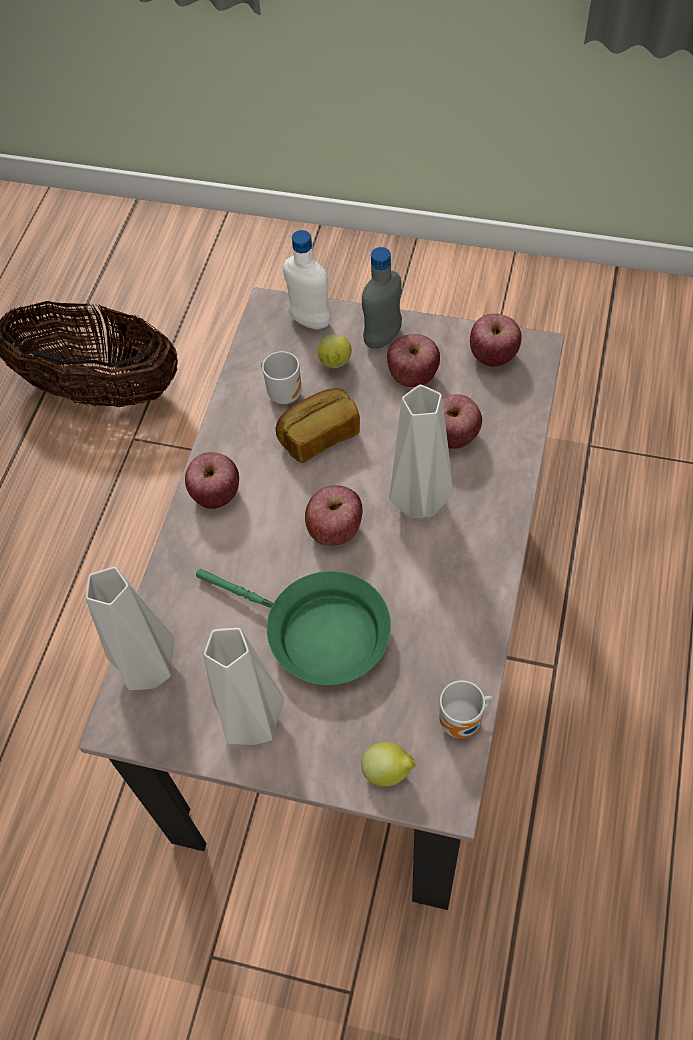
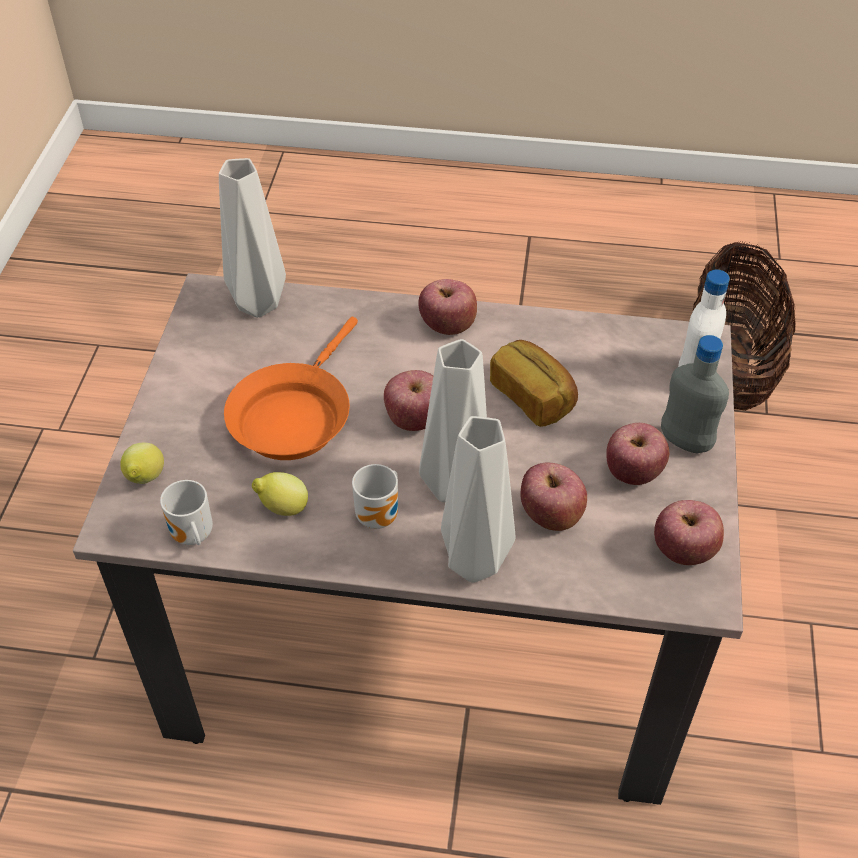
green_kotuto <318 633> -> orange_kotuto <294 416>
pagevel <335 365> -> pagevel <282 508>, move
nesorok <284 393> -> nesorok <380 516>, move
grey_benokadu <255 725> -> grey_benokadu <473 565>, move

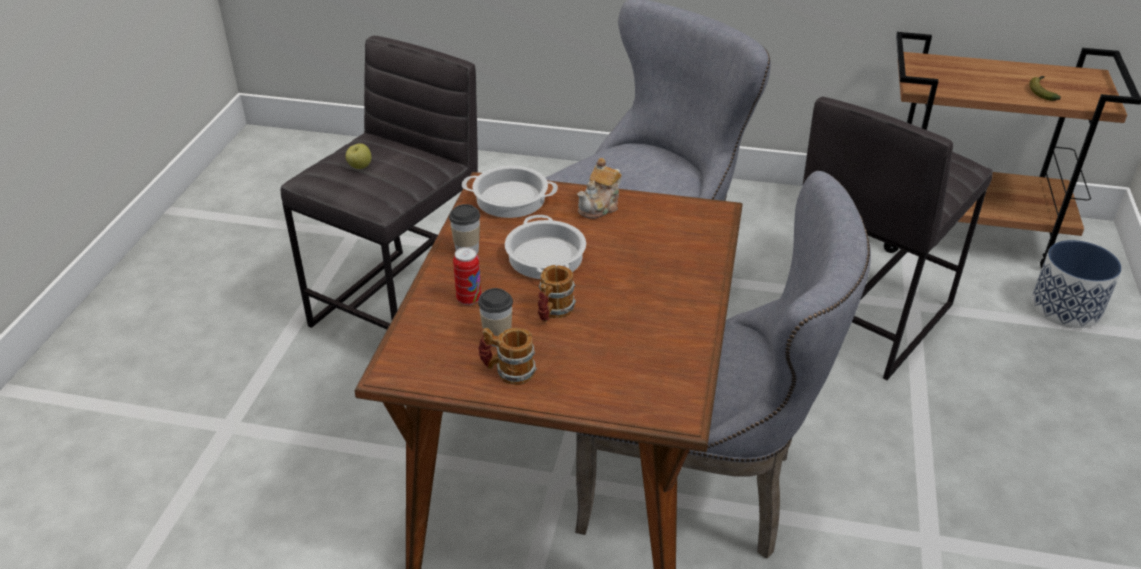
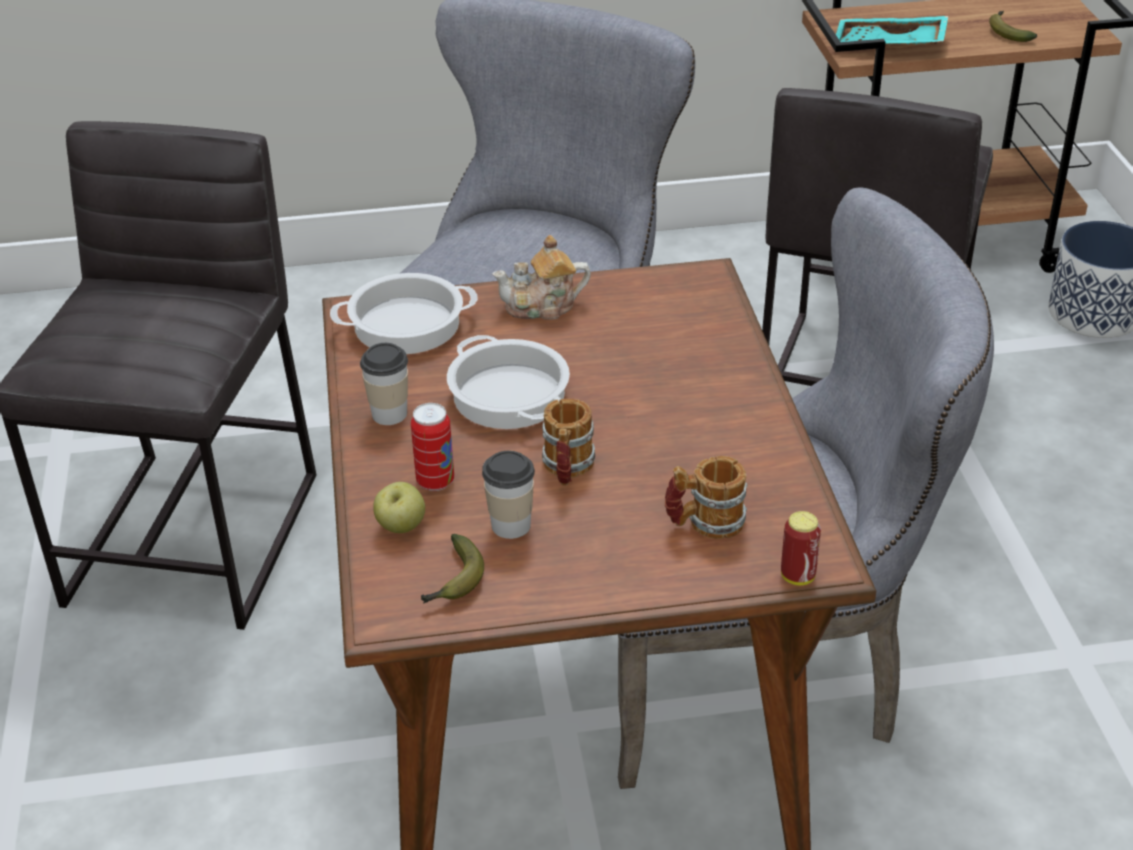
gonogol <360 167> -> gonogol <401 527>, move
none -> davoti <453 581>
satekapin <600 206> -> satekapin <542 306>, 60 degrees clockwise
nesorok <508 371> -> nesorok <705 523>, move
none -> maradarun <797 576>
none -> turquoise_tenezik <888 46>

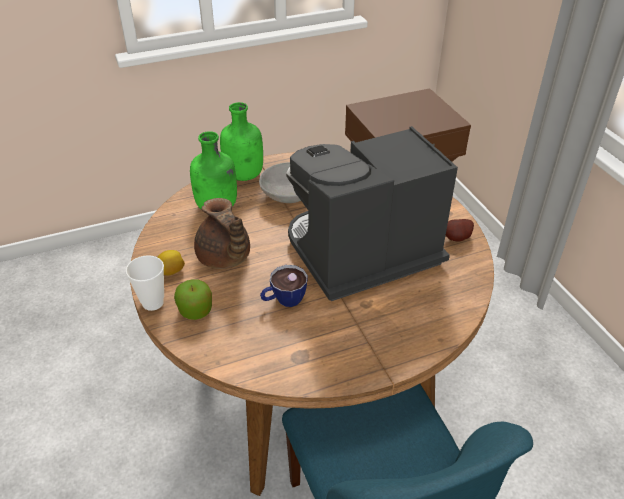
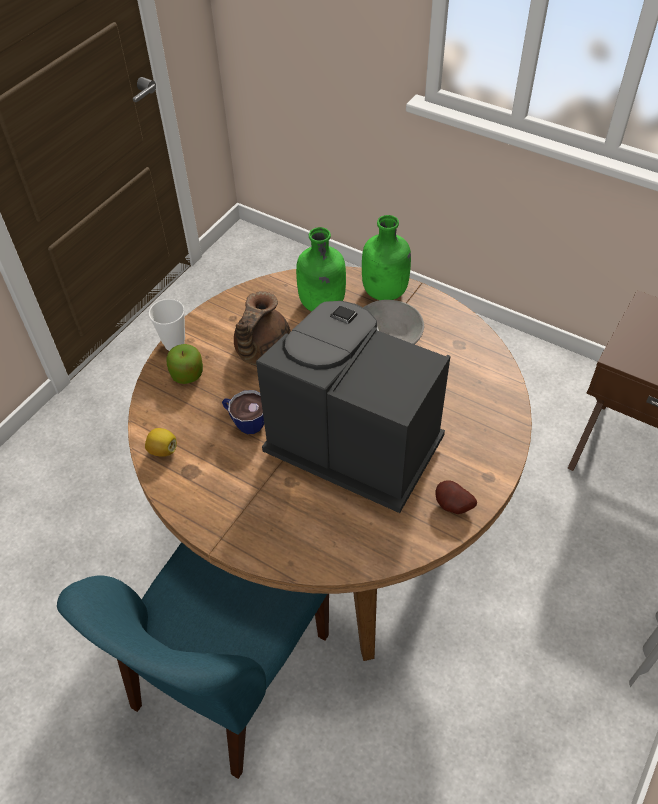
pagevel <171 271> -> pagevel <163 450>, move

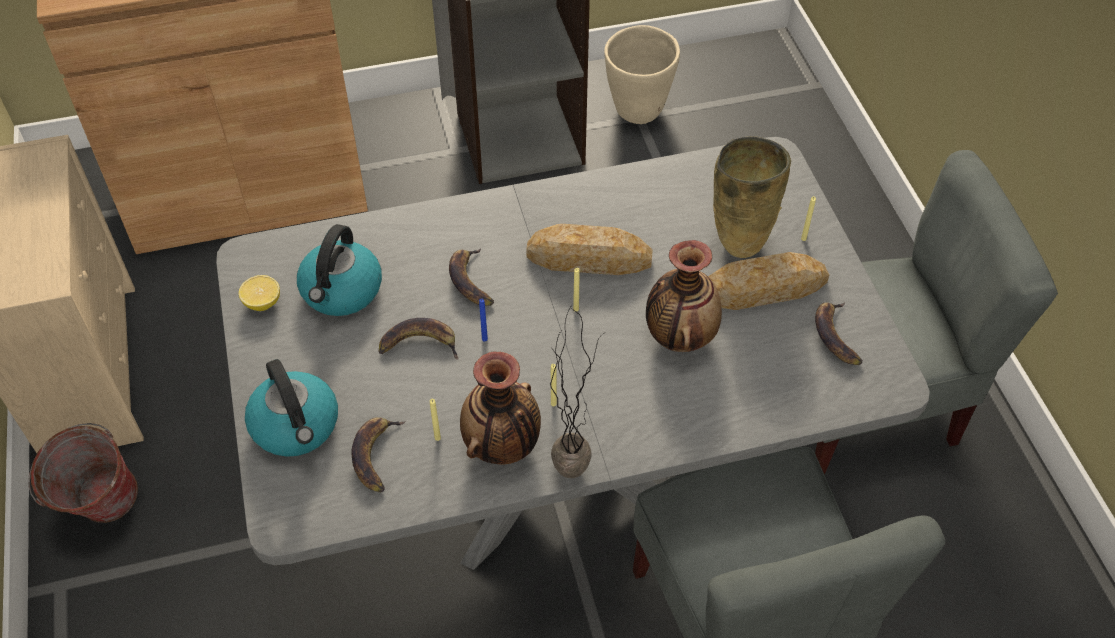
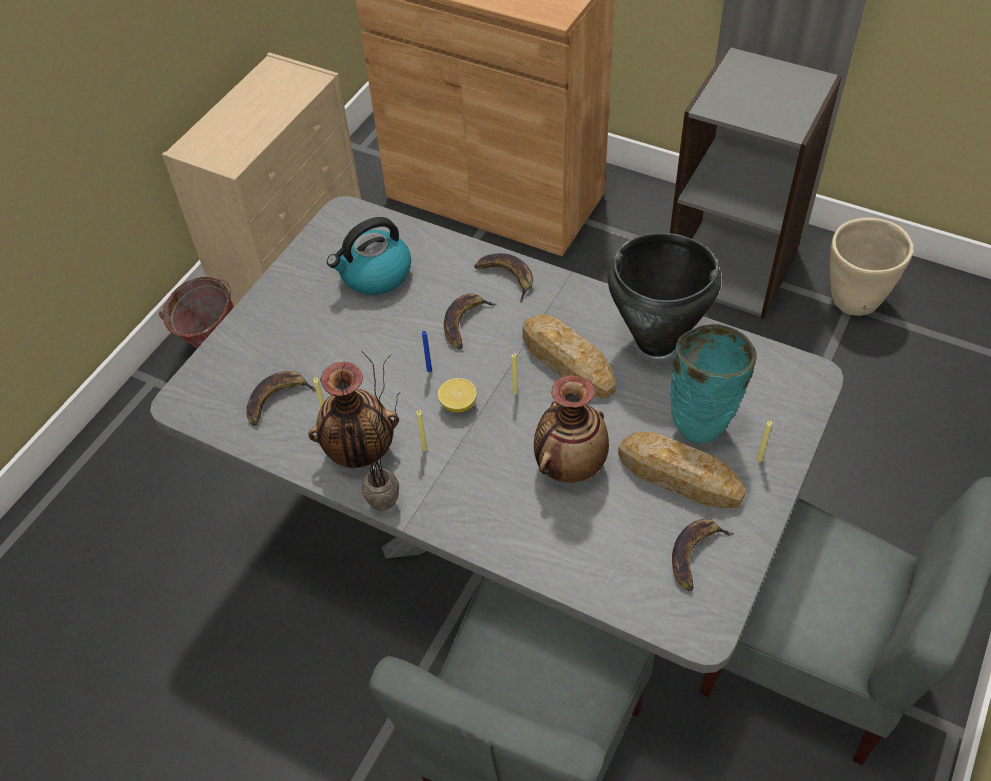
pagevel <262 302> -> pagevel <458 404>, move
davoti <420 343> -> davoti <507 277>, move
none -> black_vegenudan <657 342>
beige_benokadu <740 241> -> turquoise_benokadu <702 426>
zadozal <296 426> -> none

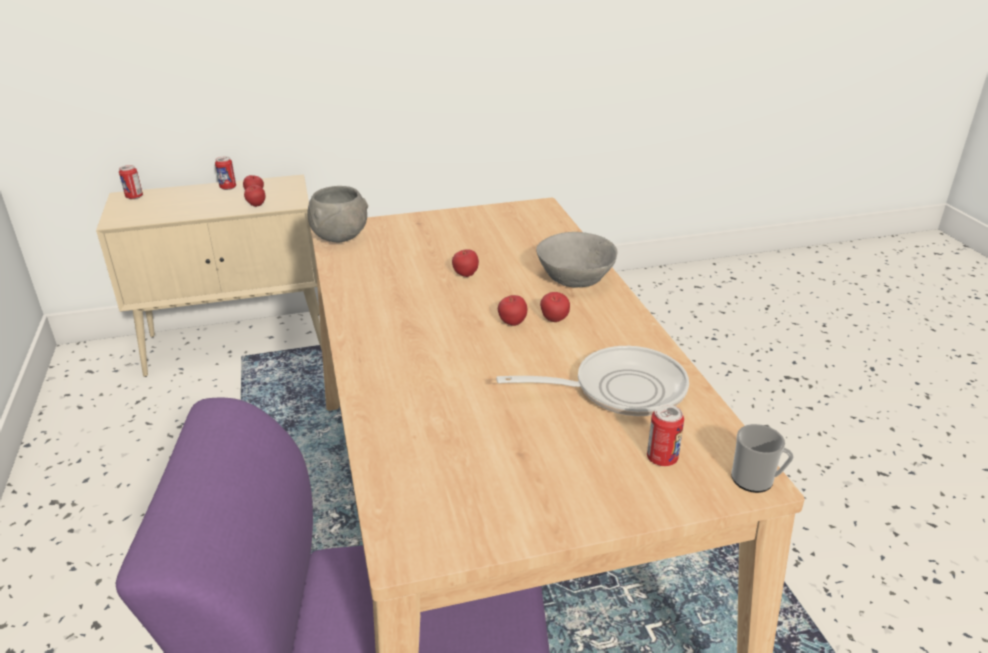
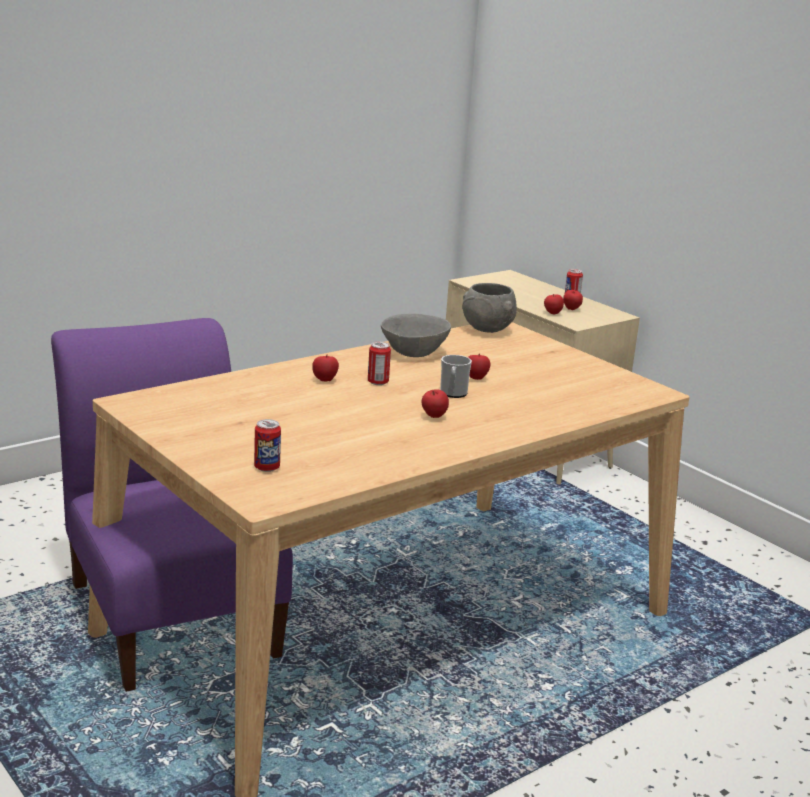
gonogol <512 324> -> gonogol <324 380>, move
maradarun <134 197> -> maradarun <378 382>, move
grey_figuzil <574 280> -> grey_figuzil <413 352>, move
nesorok <757 480> -> nesorok <453 394>, move
kotuto <619 389> -> none

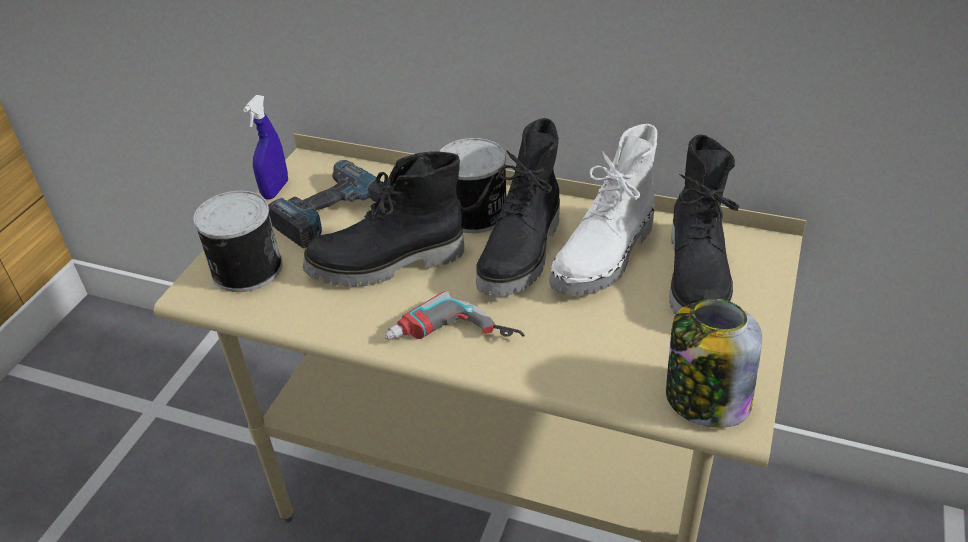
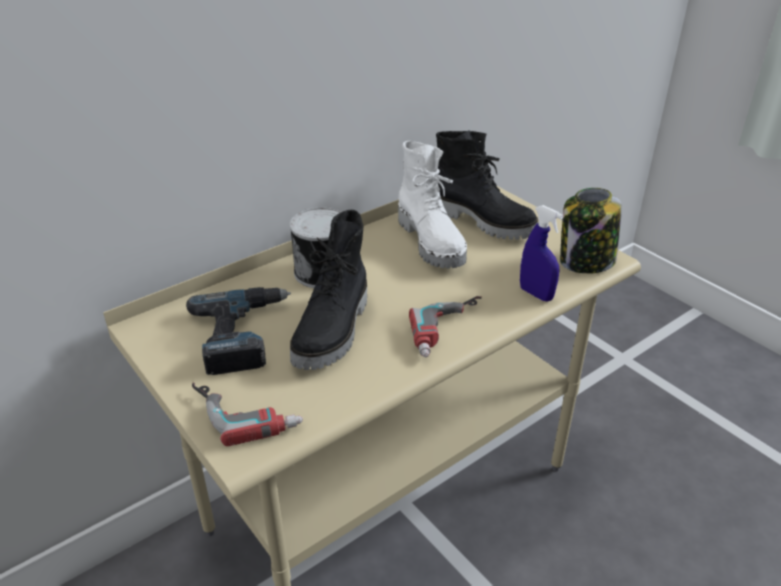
maradarun <245 268> -> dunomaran <247 410>
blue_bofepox <275 190> -> blue_bofepox <536 294>, move
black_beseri <523 254> -> none

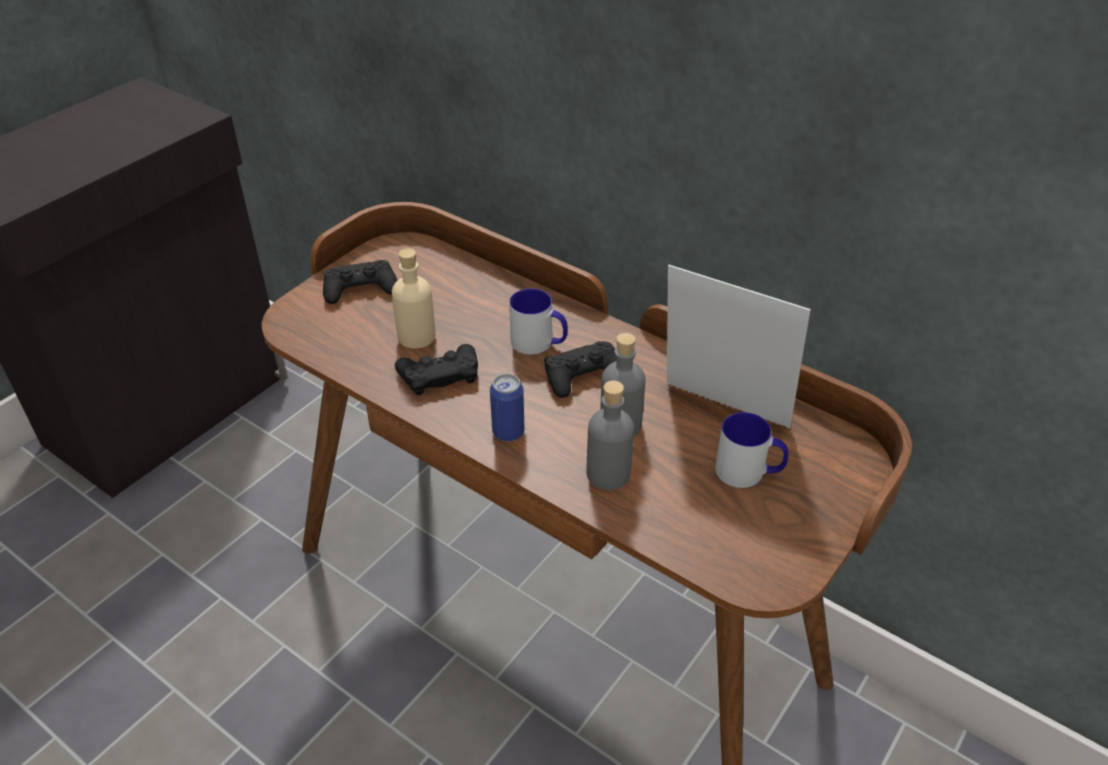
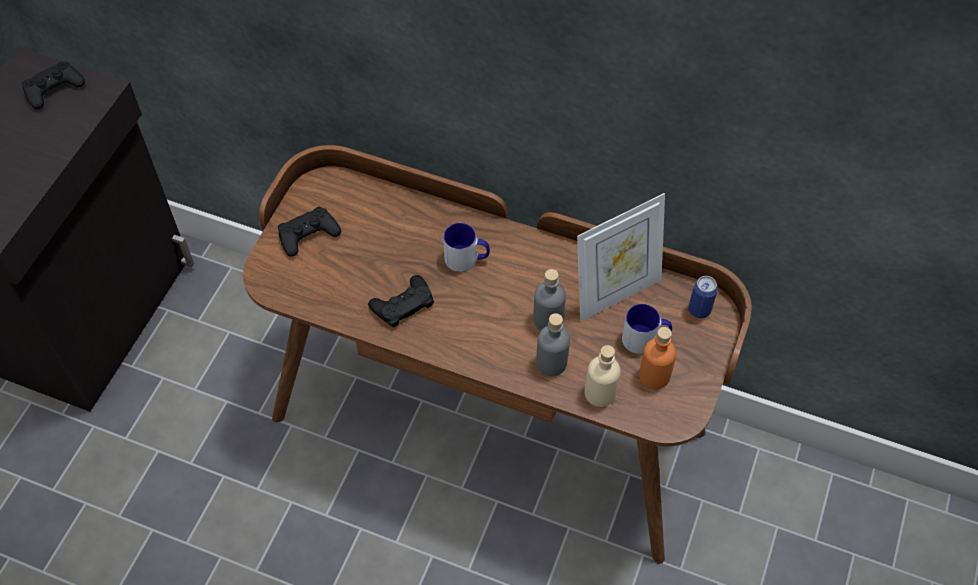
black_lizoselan <584 375> -> black_lizoselan <54 89>, move
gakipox <721 412> -> gakipox <615 293>, 135 degrees clockwise
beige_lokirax <416 336> -> beige_lokirax <600 393>, move
none -> orange_lokirax <654 375>
maradarun <508 432> -> maradarun <699 310>, move

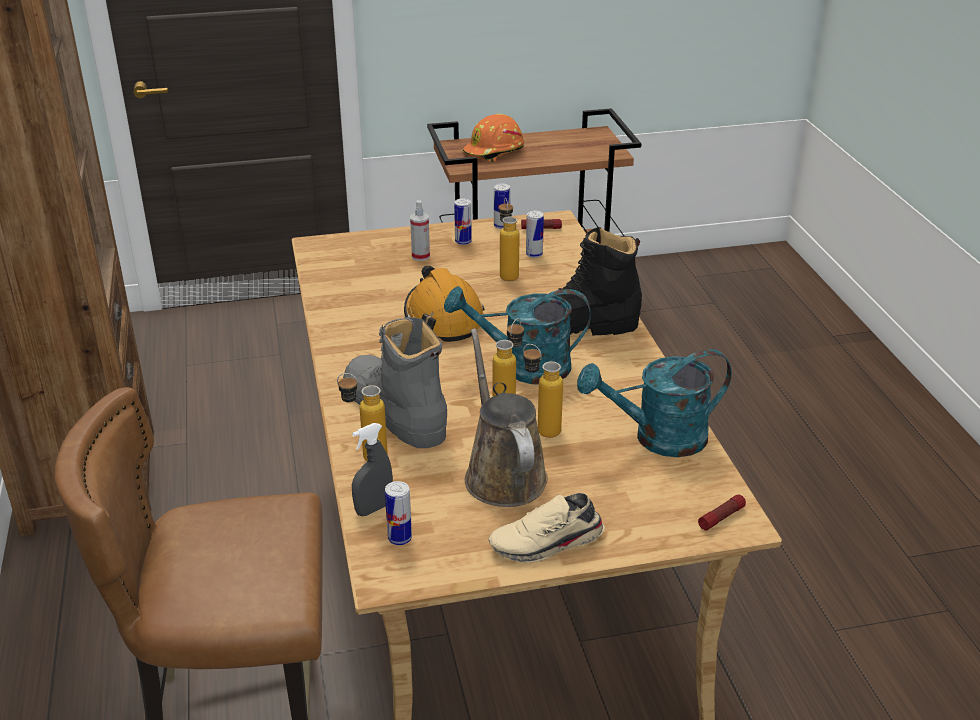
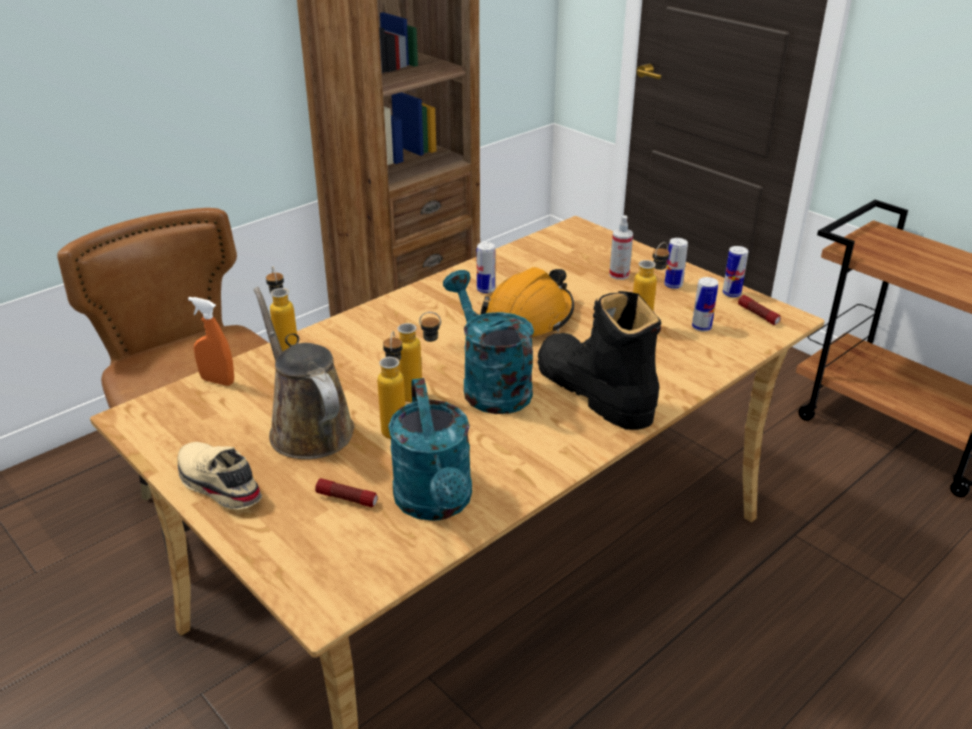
grey_bofepox <374 508> -> orange_bofepox <217 381>
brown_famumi <502 474> -> brown_famumi <307 427>, 75 degrees counterclockwise
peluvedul <721 517> -> peluvedul <347 498>, move
turquoise_famumi <658 438> -> turquoise_famumi <436 504>, 150 degrees counterclockwise
maradarun <399 538> -> maradarun <486 289>, move
grey_beseri <394 411> -> none
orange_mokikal <494 151> -> none

